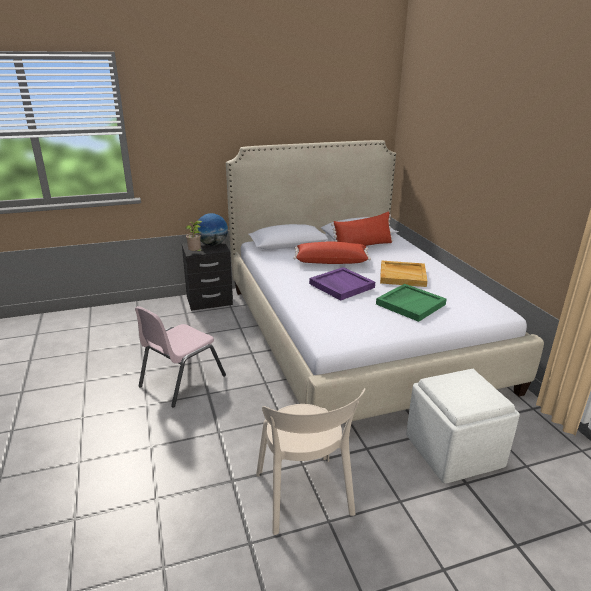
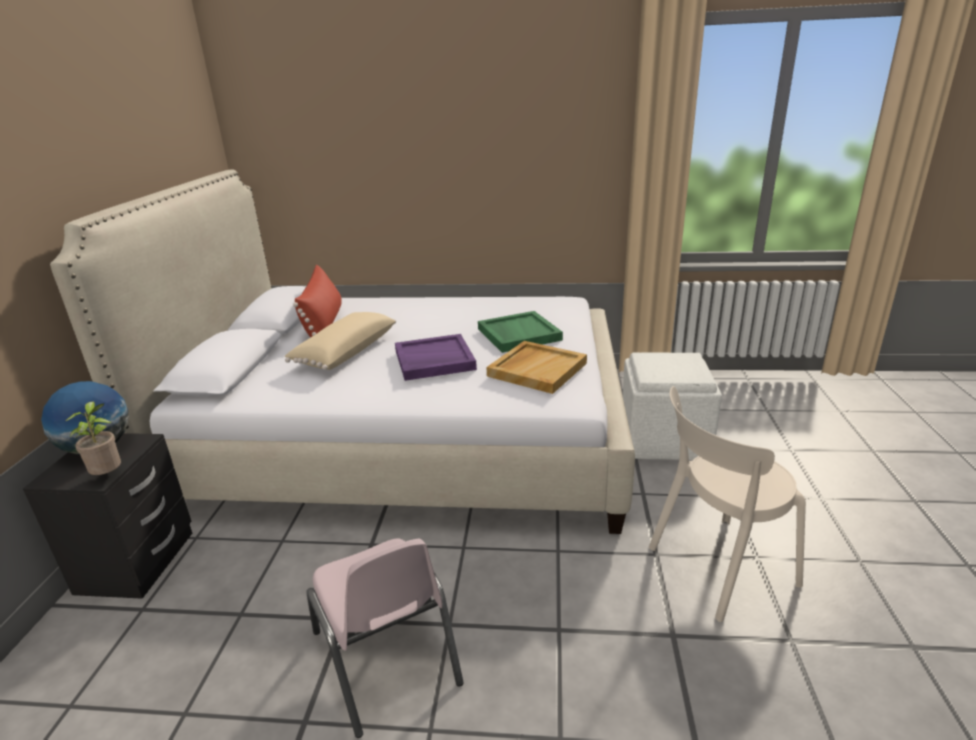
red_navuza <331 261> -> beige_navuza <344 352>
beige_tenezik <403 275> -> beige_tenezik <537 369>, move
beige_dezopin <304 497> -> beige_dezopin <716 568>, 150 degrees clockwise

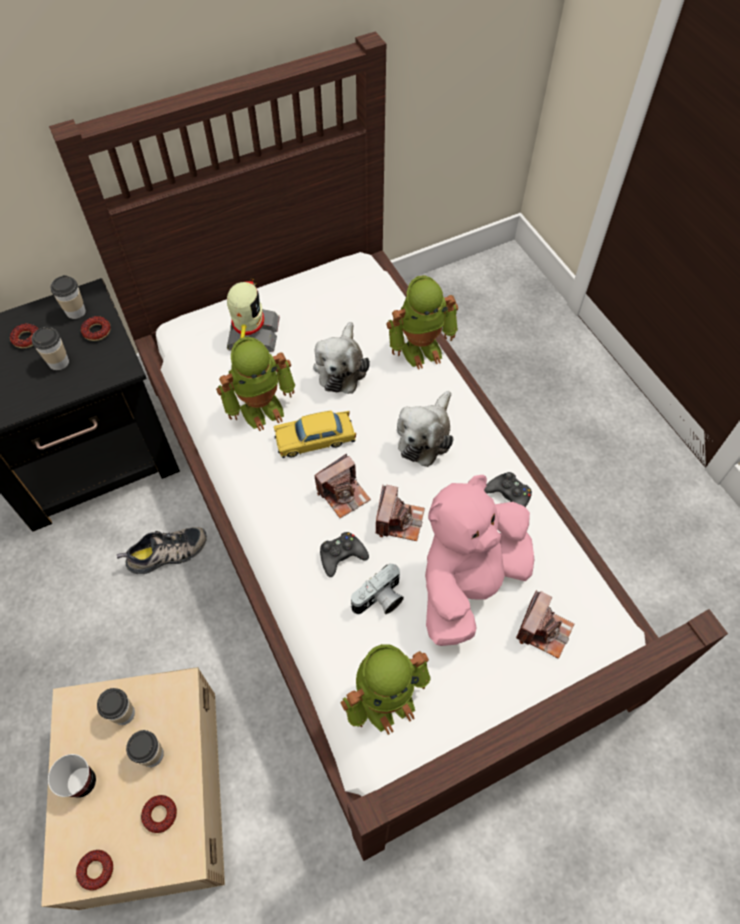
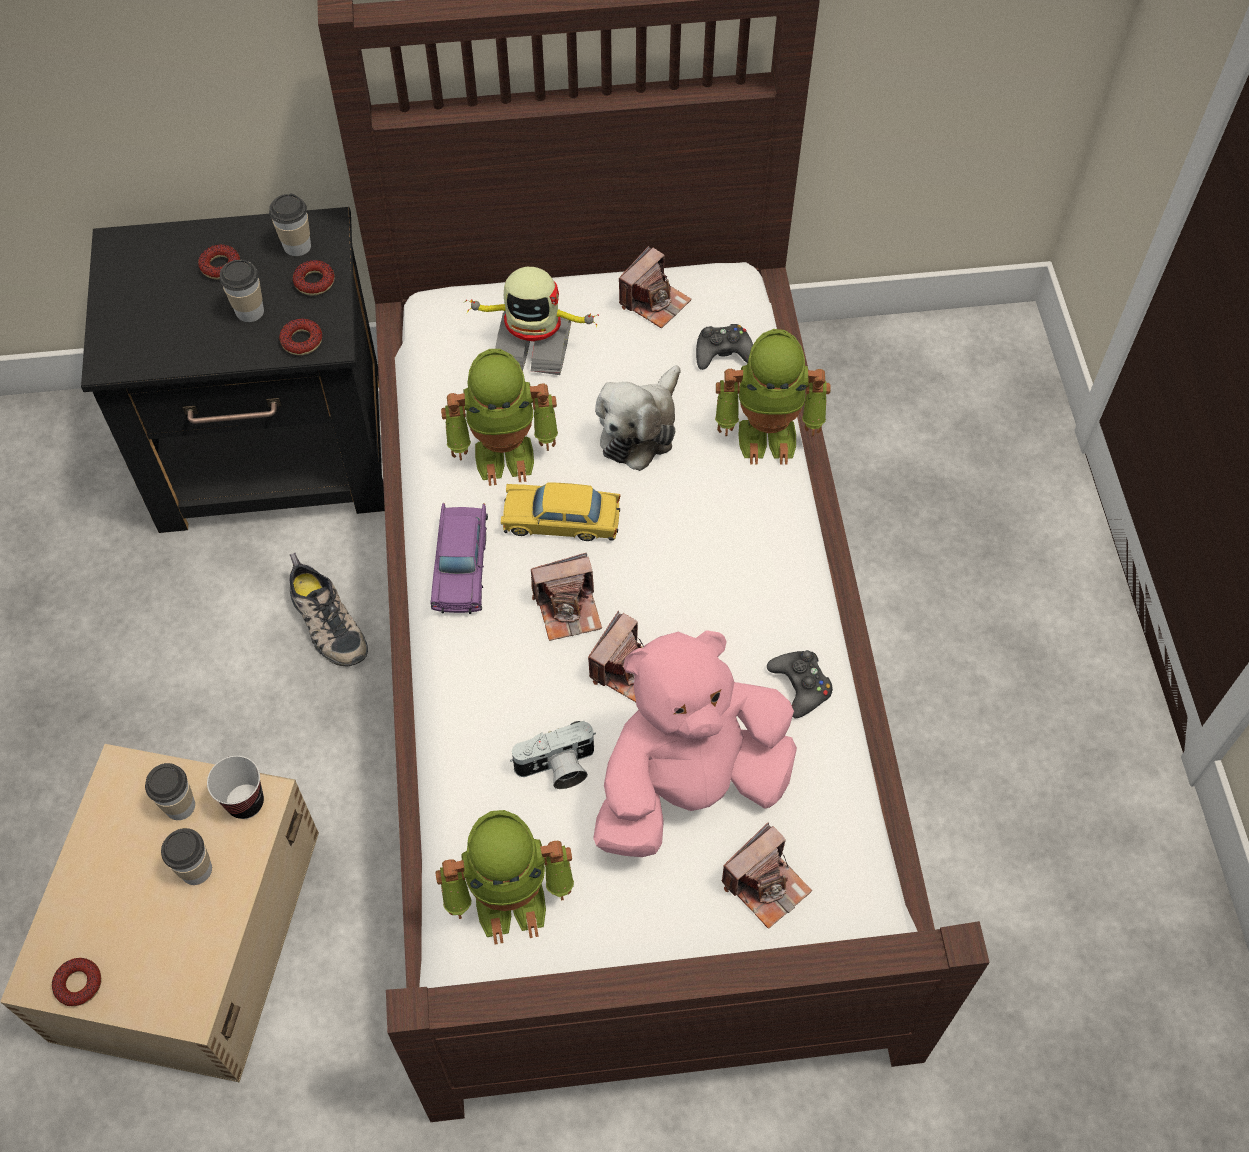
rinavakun <82 782> -> rinavakun <245 802>, move
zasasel <160 814> -> zasasel <302 341>, move
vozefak <167 554> -> vozefak <325 623>, 60 degrees clockwise
none -> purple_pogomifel <461 565>
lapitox <252 334> -> lapitox <533 344>, 75 degrees clockwise
none -> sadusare <654 301>
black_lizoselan <342 556> -> black_lizoselan <723 352>, move
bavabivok <425 436> -> none

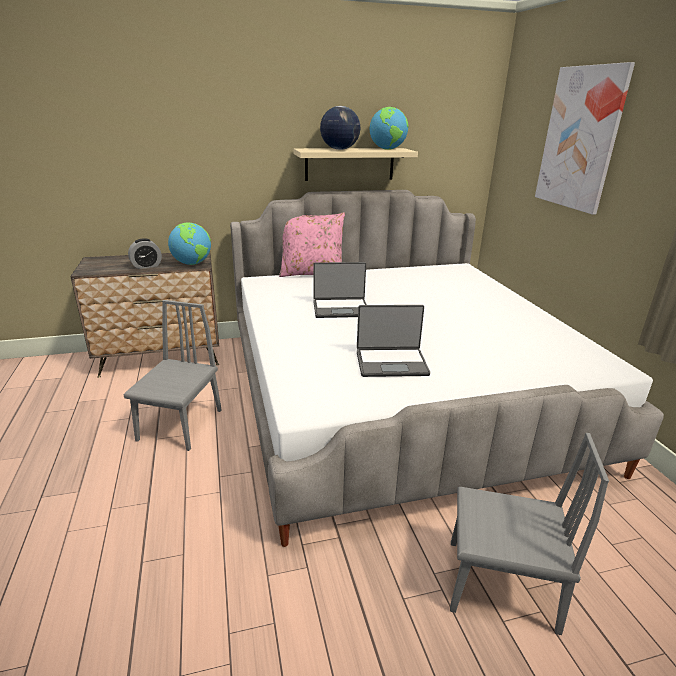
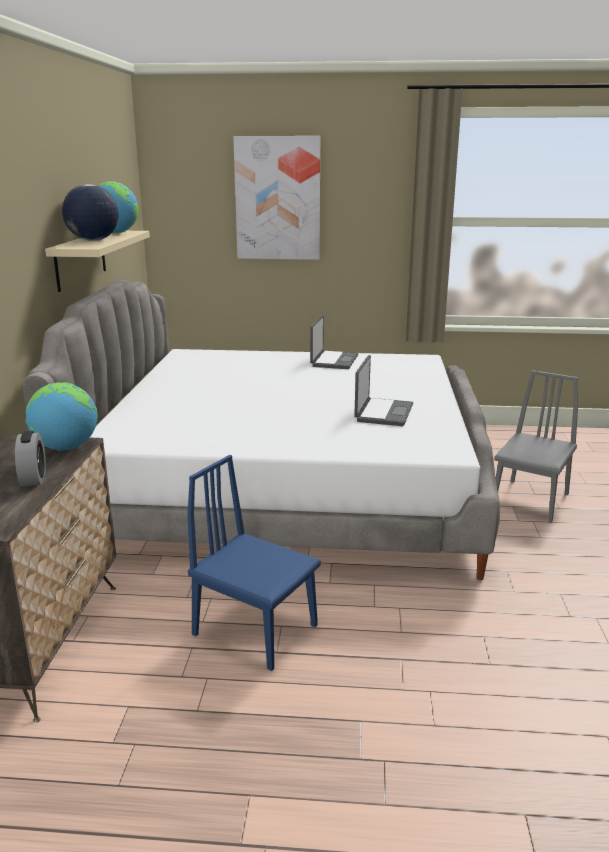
grey_dezopin <180 425> -> blue_dezopin <255 630>
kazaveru <340 309> -> kazaveru <333 361>, move
pink_navuza <312 273> -> none

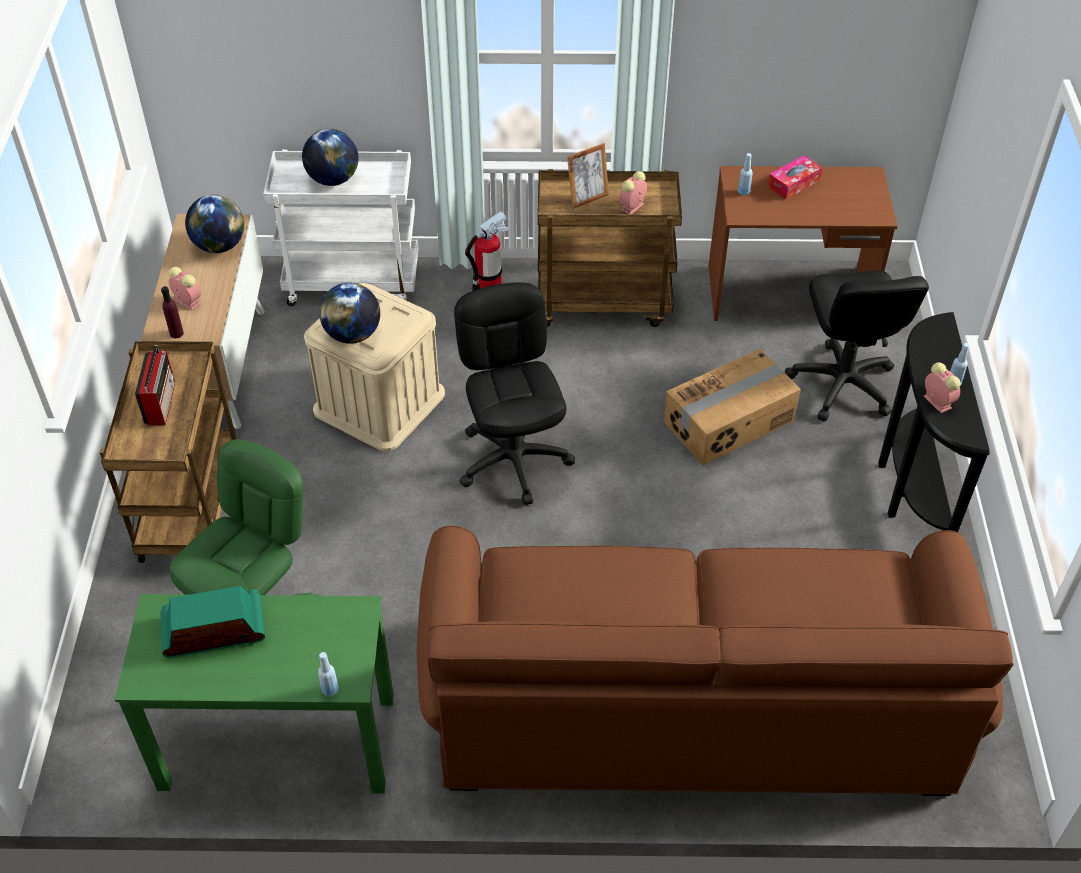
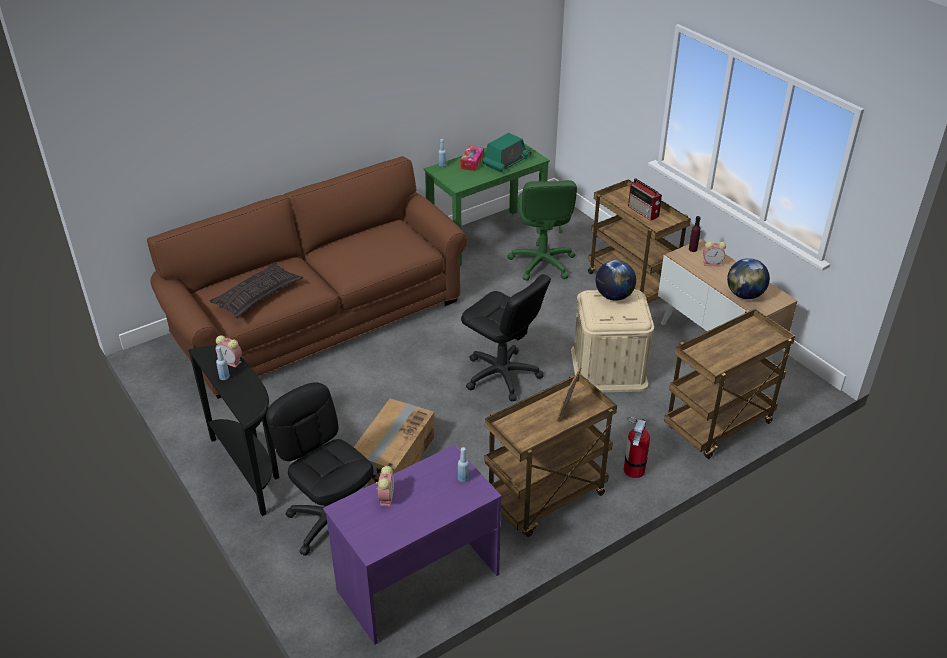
none -> navuza <257 295>
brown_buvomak <789 294> -> purple_buvomak <416 581>
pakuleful <632 207> -> pakuleful <386 497>, move
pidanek <793 183> -> pidanek <472 162>, move
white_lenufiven <353 282> -> brown_lenufiven <718 427>
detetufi <333 179> -> none

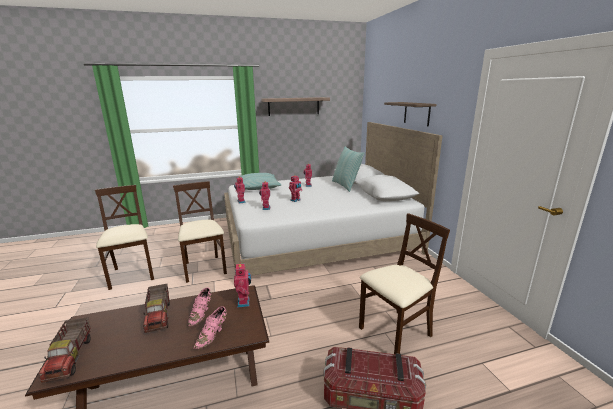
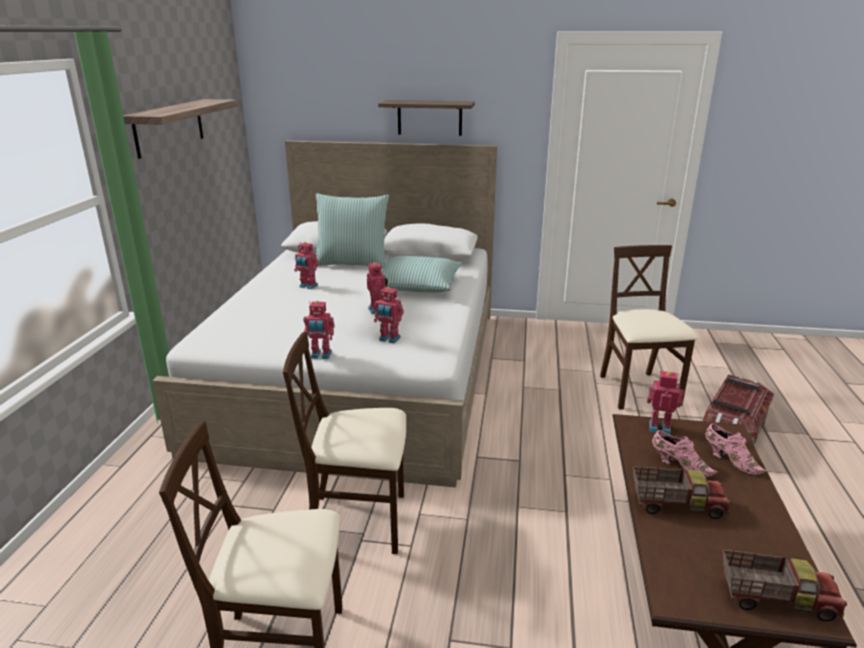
navuza <258 187> -> navuza <417 285>, move

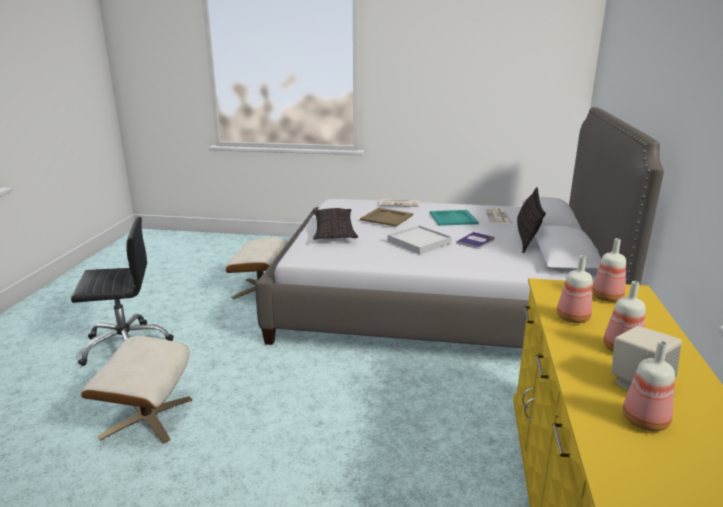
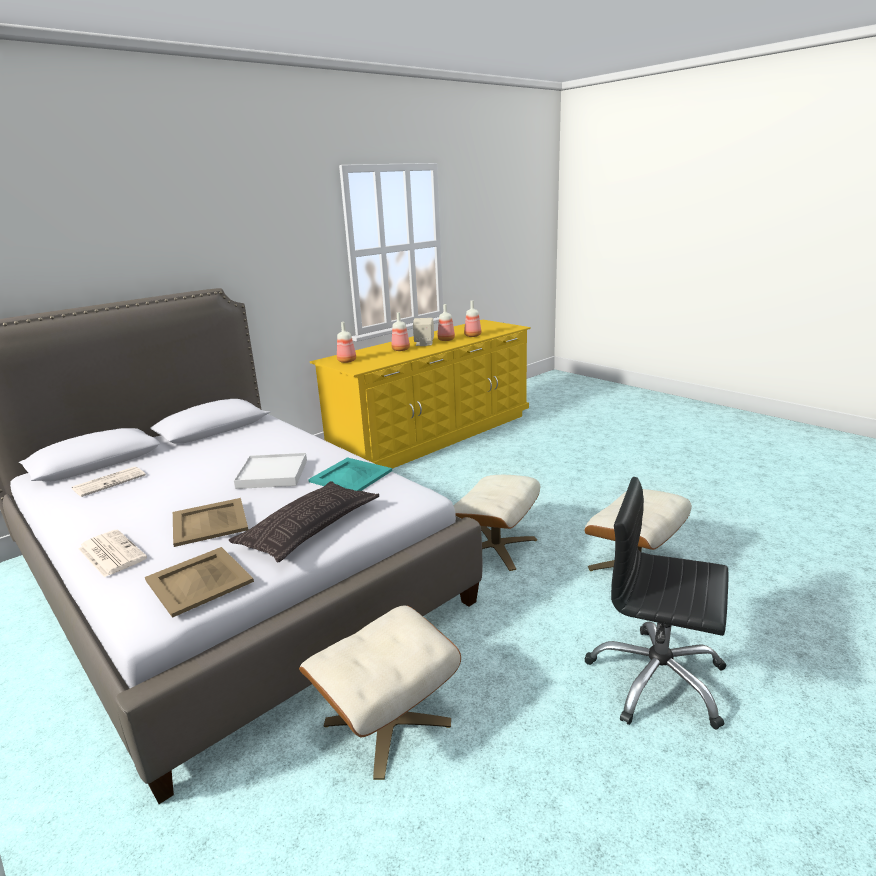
none -> beige_tenezik <199 580>
turquoise_tenezik <452 218> -> turquoise_tenezik <351 476>, move
none -> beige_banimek <496 547>
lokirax <571 317> -> lokirax <473 336>, move
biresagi <476 241> -> none
navuza <527 237> -> none

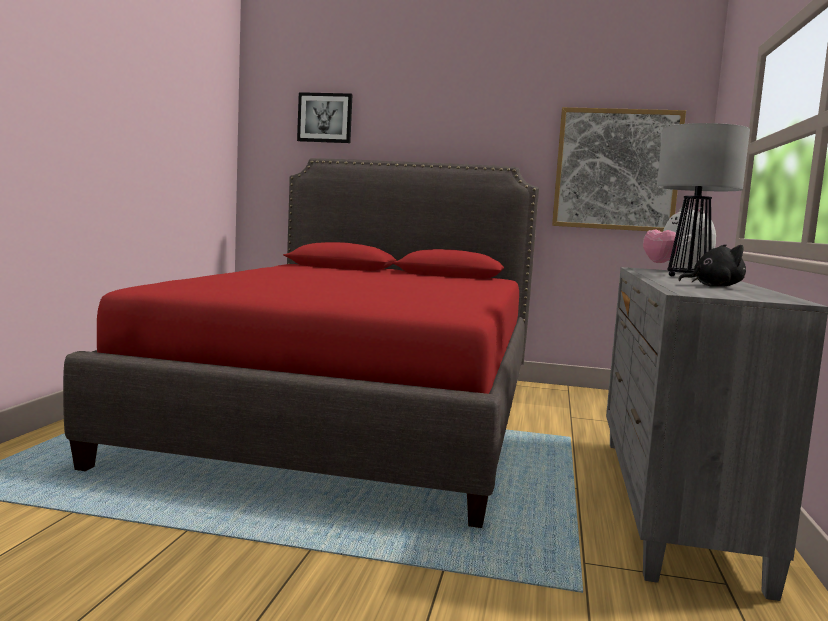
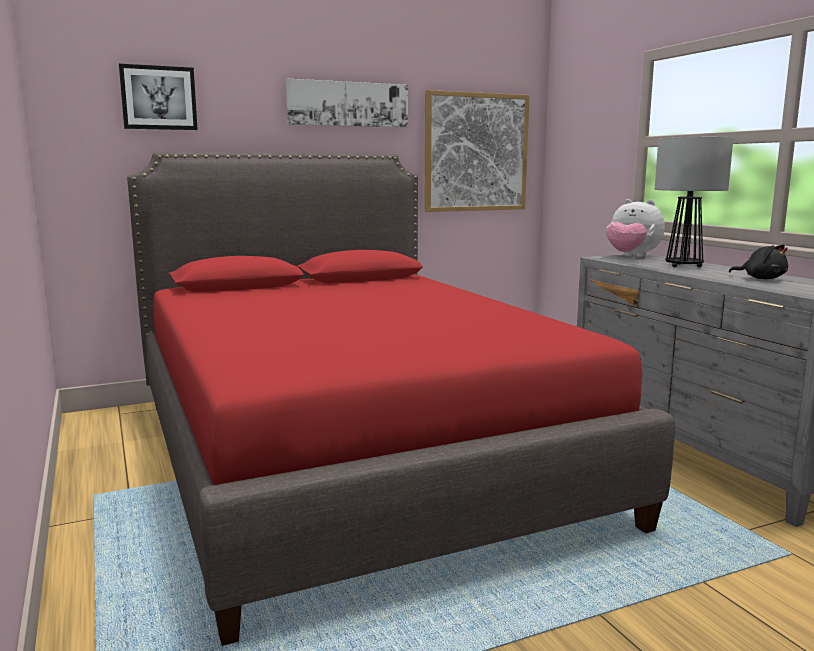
none -> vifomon <348 104>
black_bavabivok <713 286> -> black_bavabivok <761 278>, 90 degrees clockwise

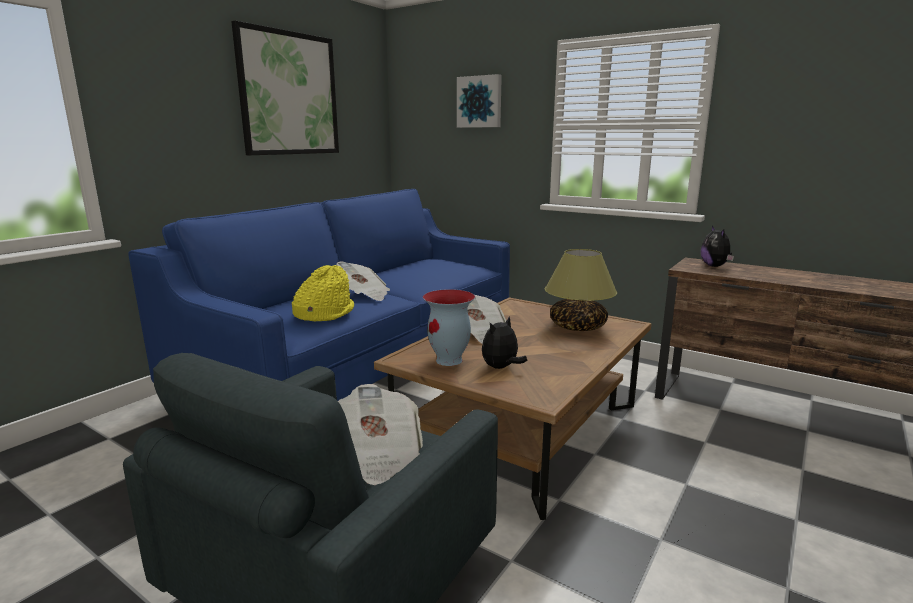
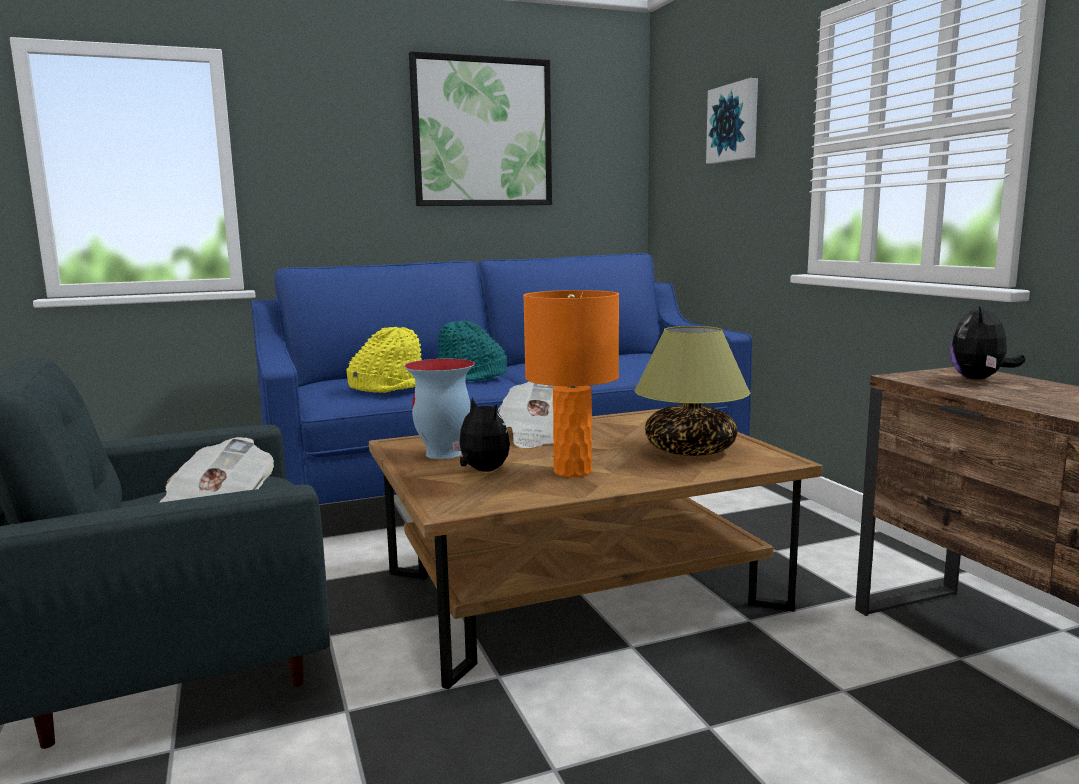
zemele <363 295> -> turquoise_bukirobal <470 377>
bavabivok <501 368> -> bavabivok <482 471>, 60 degrees clockwise
none -> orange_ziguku <572 471>

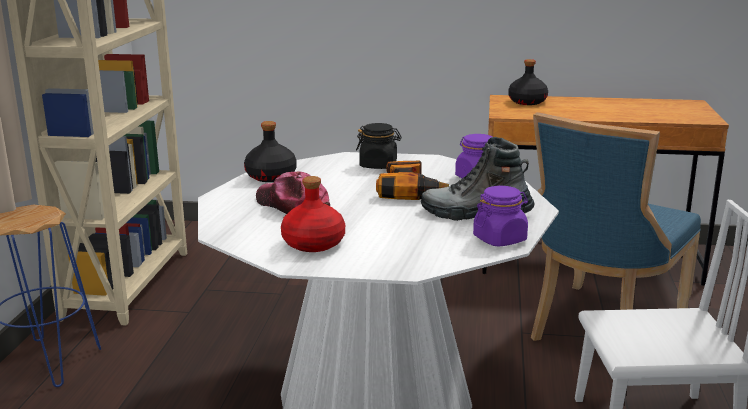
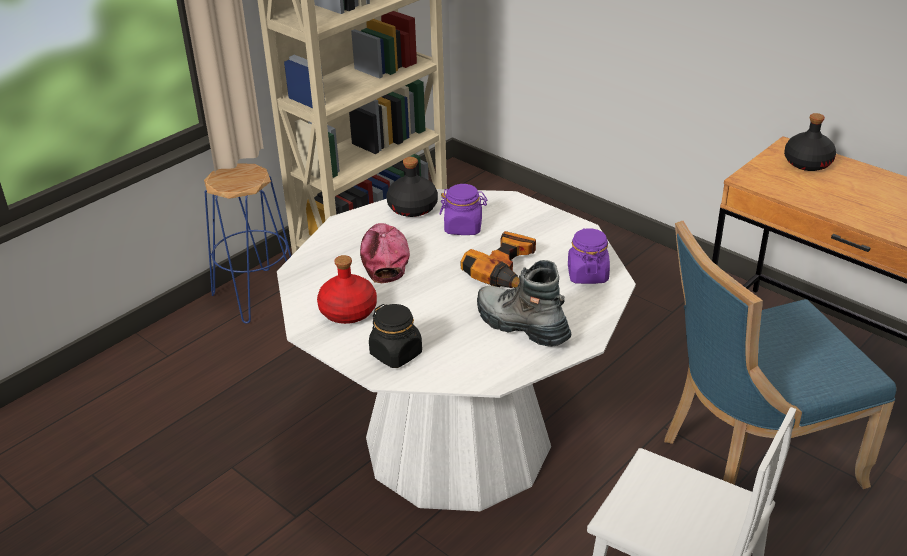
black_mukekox <378 165> -> black_mukekox <396 354>, move
purple_mukekox <500 239> -> purple_mukekox <463 227>, move

